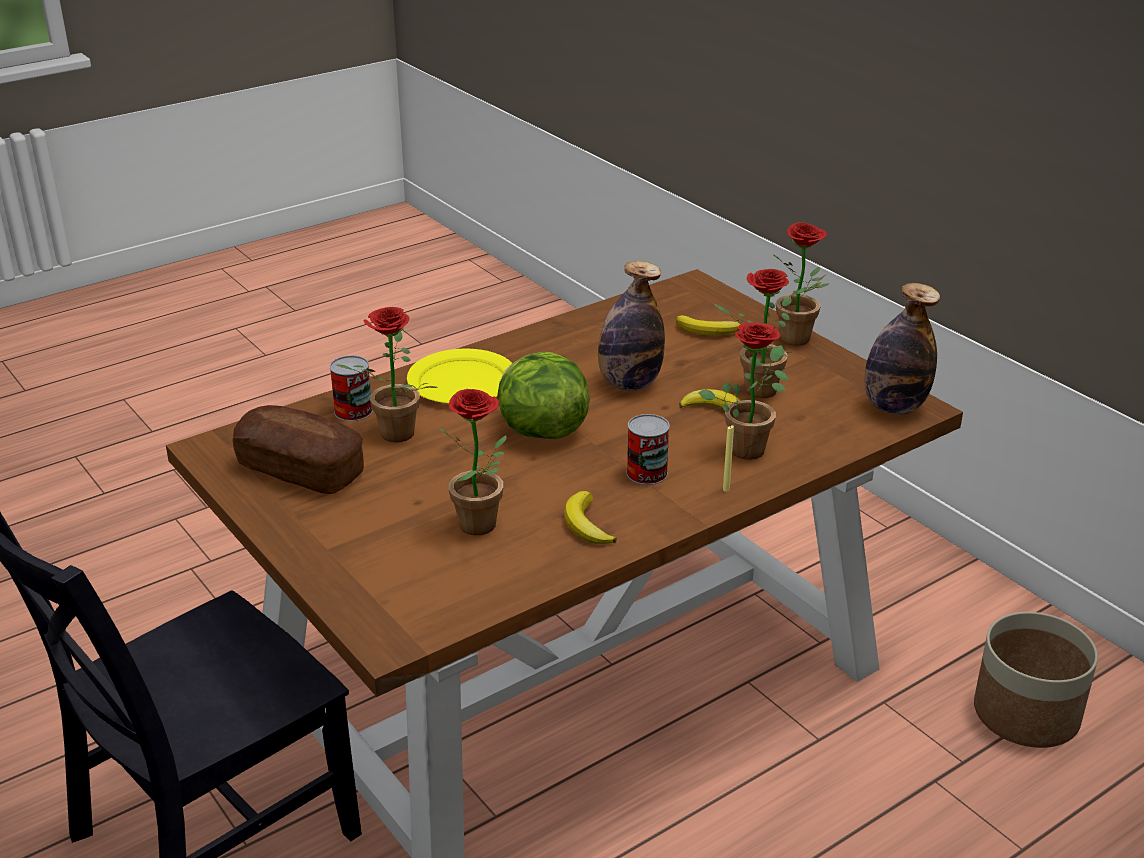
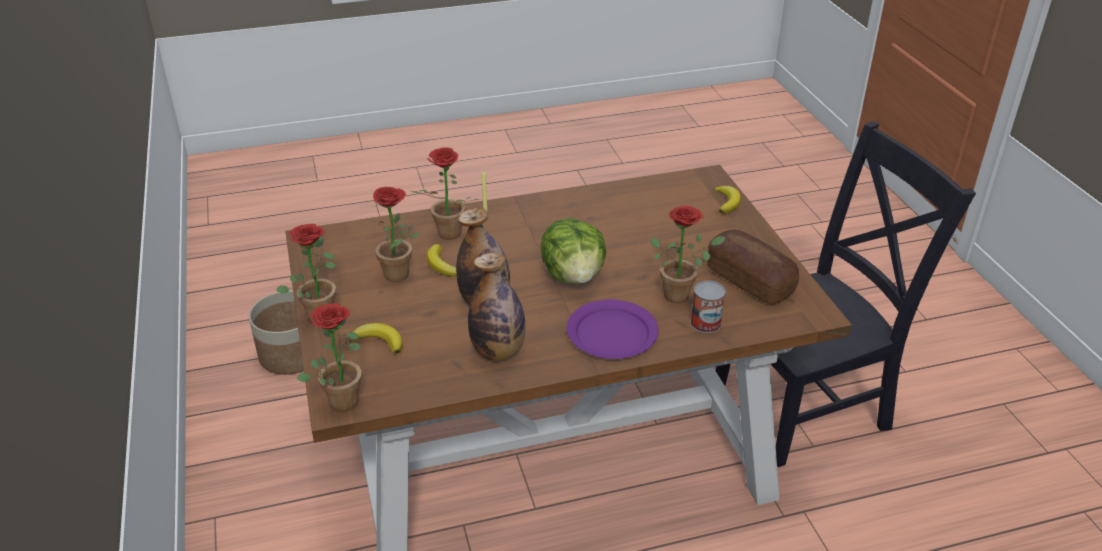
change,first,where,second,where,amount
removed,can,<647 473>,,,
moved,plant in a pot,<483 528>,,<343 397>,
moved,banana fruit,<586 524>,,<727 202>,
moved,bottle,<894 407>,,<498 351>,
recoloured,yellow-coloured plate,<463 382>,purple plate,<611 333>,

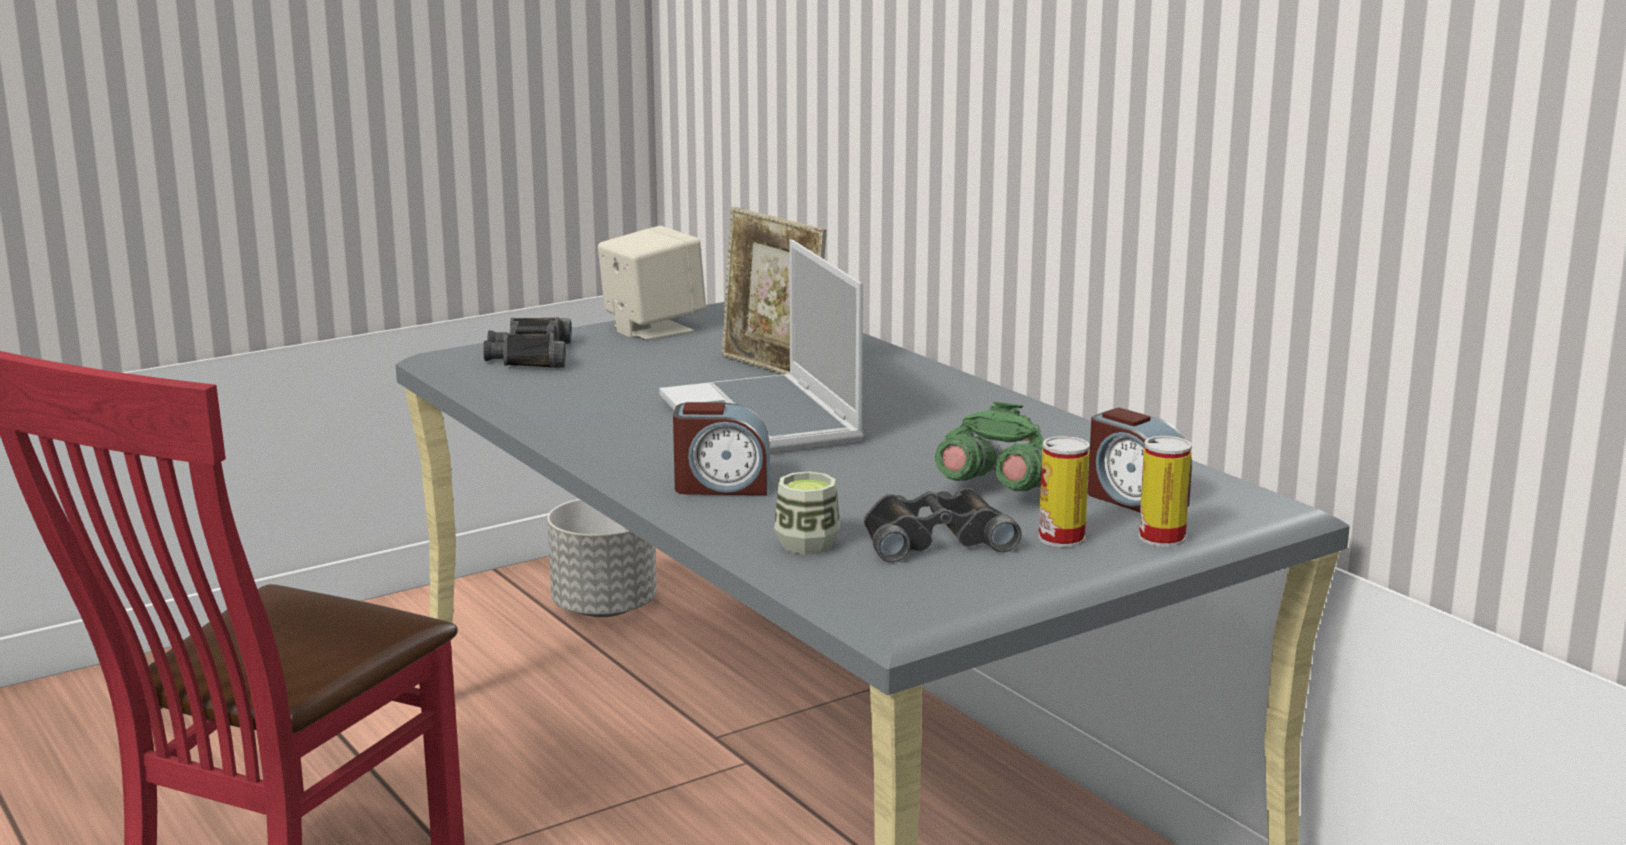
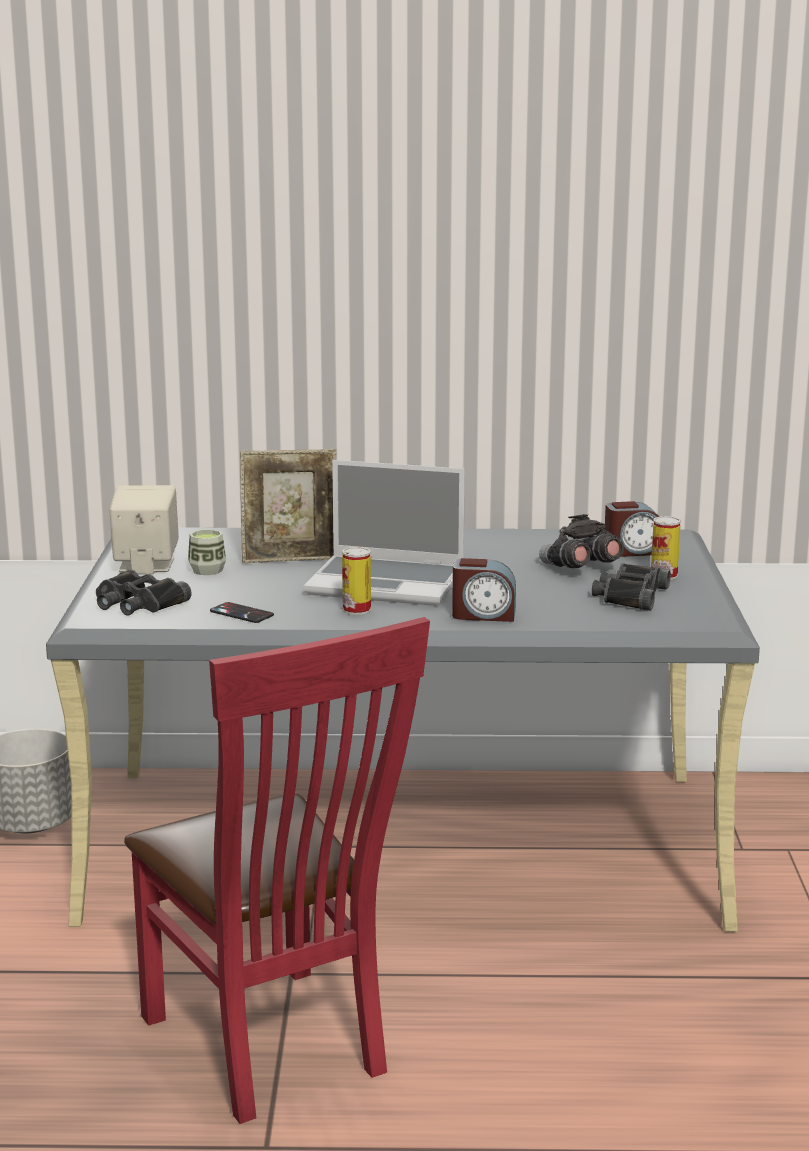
change,first,where,second,where,amount
added,,,handset,<241 613>,
moved,small cup,<807 544>,,<207 570>,
moved,can,<1162 538>,,<356 610>,
recoloured,green-coloured pair of binoculars,<998 489>,grey pair of binoculars,<579 569>,
turned,bedside clock,<722 486>,,<483 615>,60 degrees clockwise

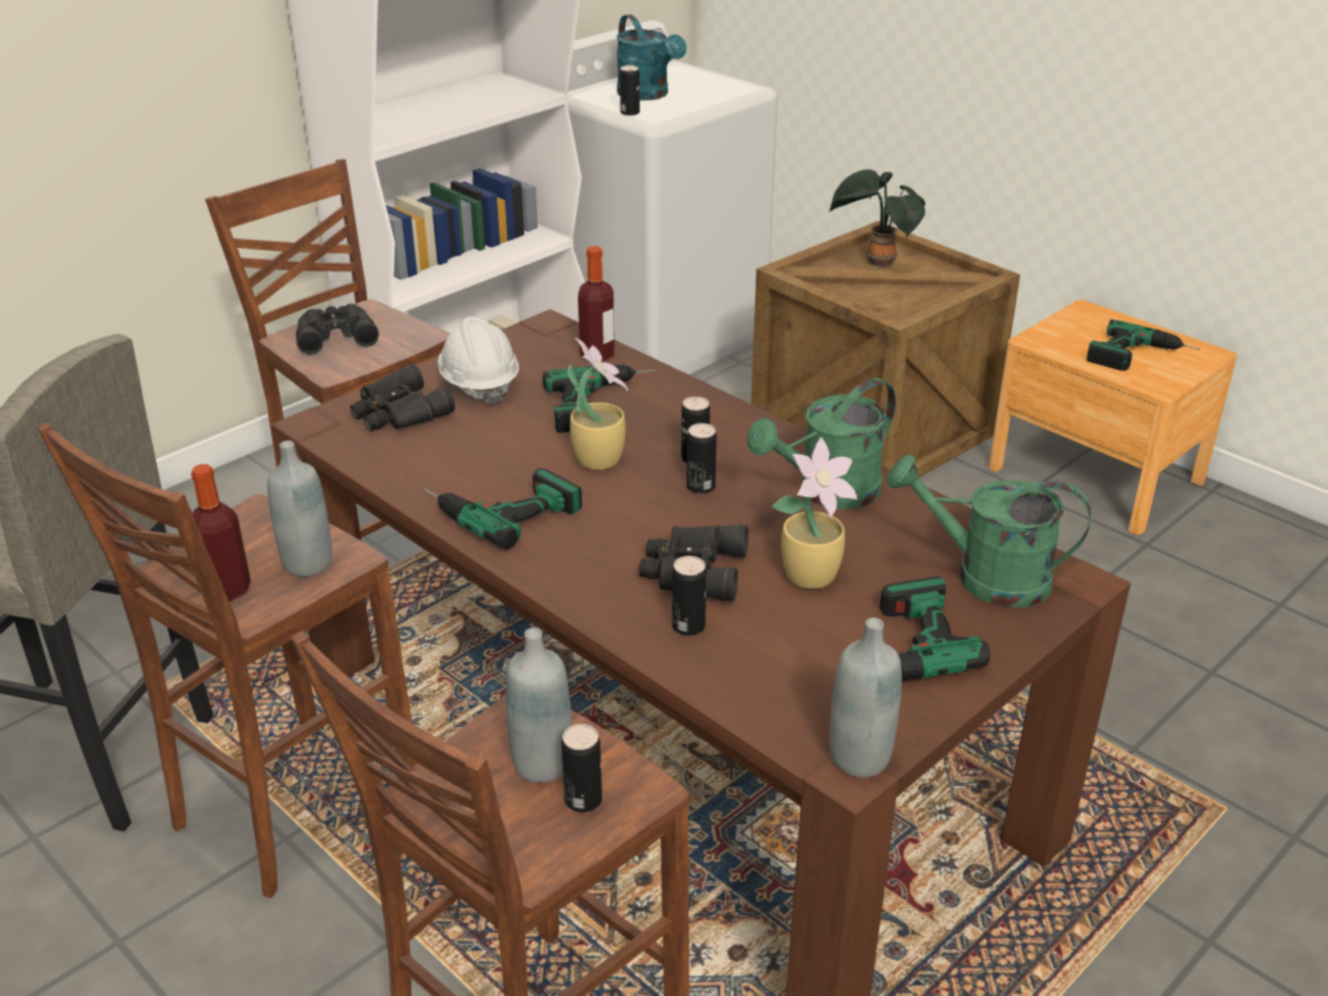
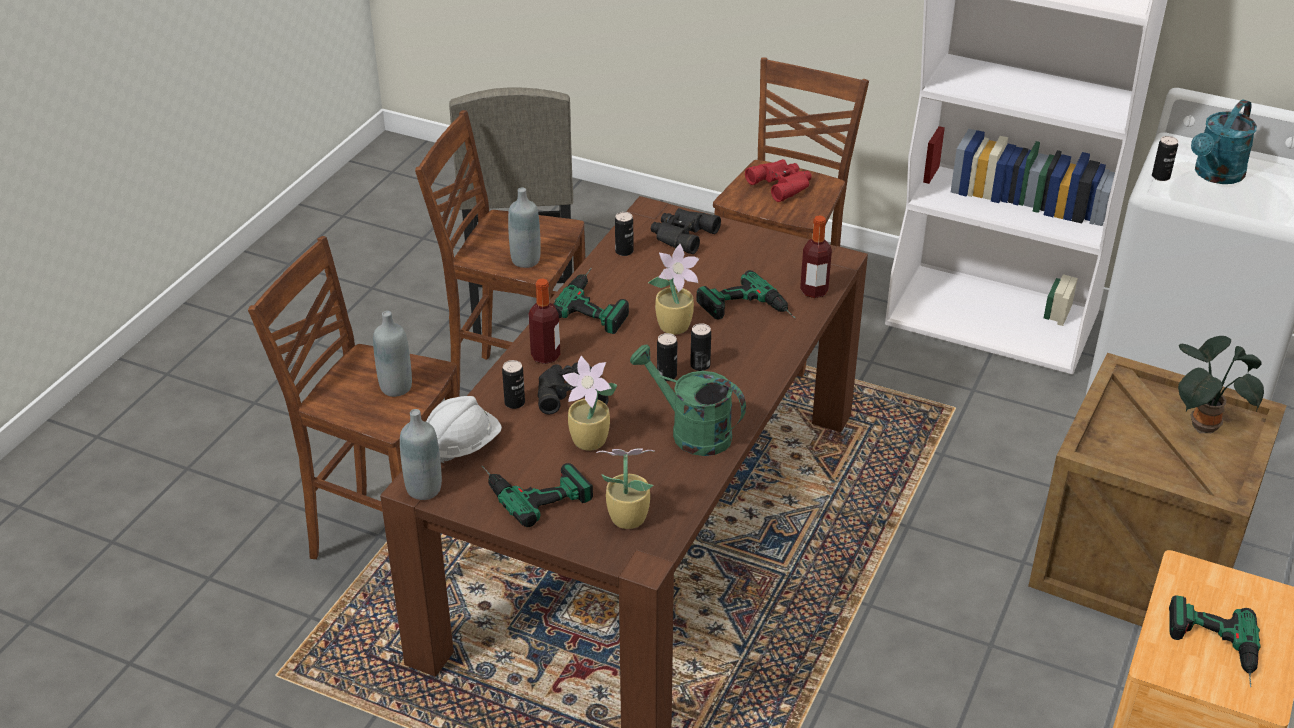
change,first,where,second,where,amount
moved,bottle,<228 590>,,<545 356>,
moved,white hard hat,<479 384>,,<461 446>,
moved,can,<583 800>,,<624 251>,
replaced,green-coloured watering pot,<985 577>,plant in a pot,<626 517>,
recoloured,black-coloured pair of binoculars,<335 335>,red-coloured pair of binoculars,<782 184>,

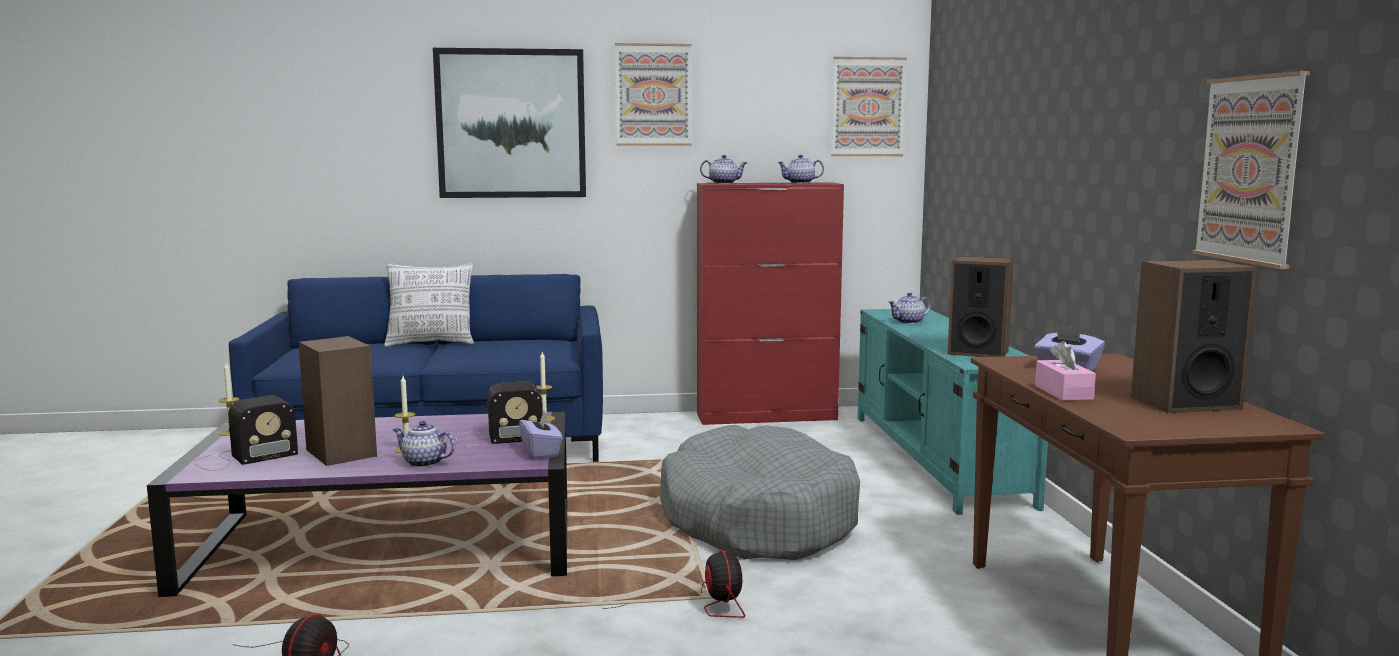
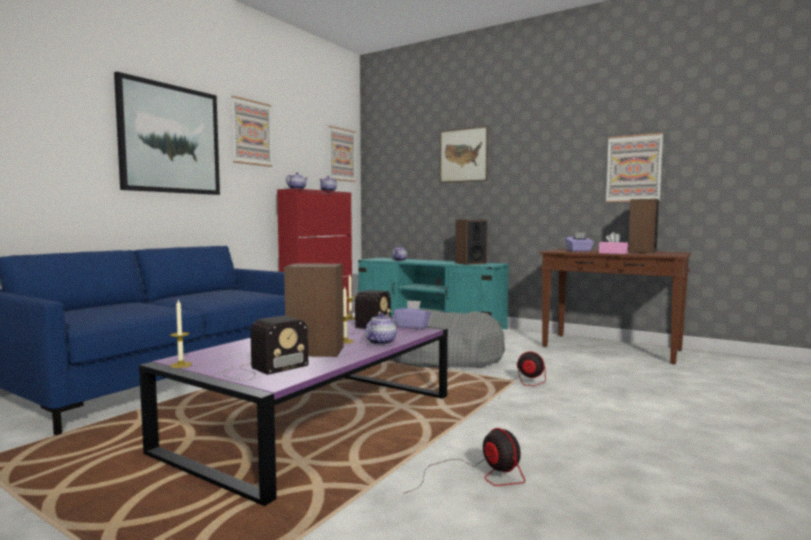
change,first,where,second,where,amount
removed,pillow,<431 343>,,,
added,,,wall picture,<463 155>,
turned,radio,<242 458>,,<262 369>,45 degrees clockwise
turned,tea pot,<423 462>,,<381 342>,150 degrees clockwise

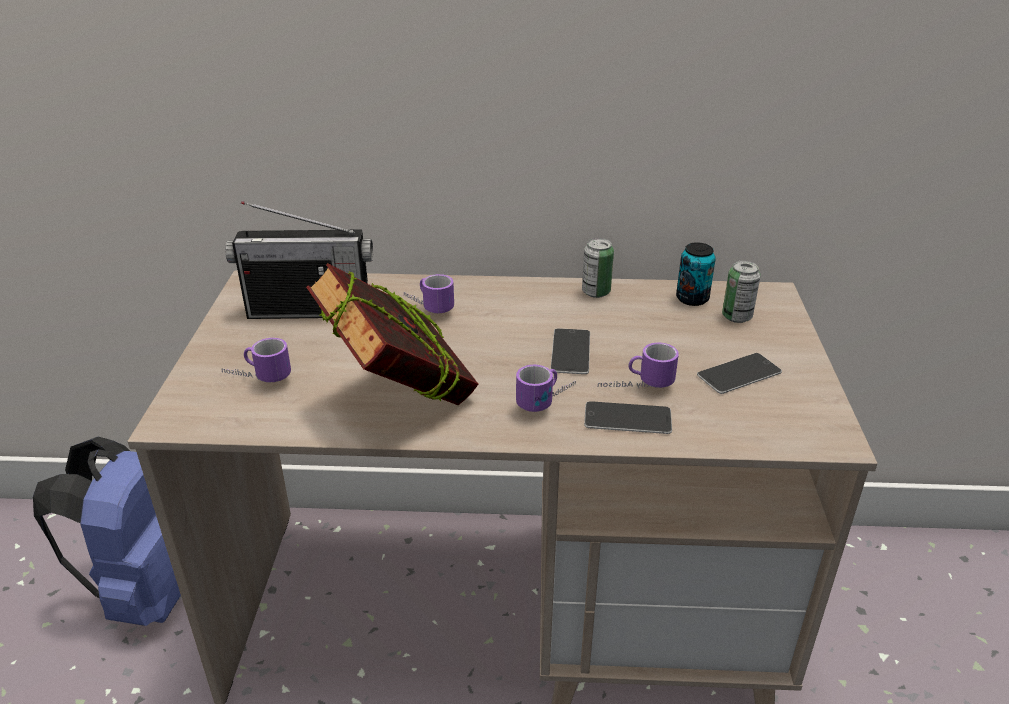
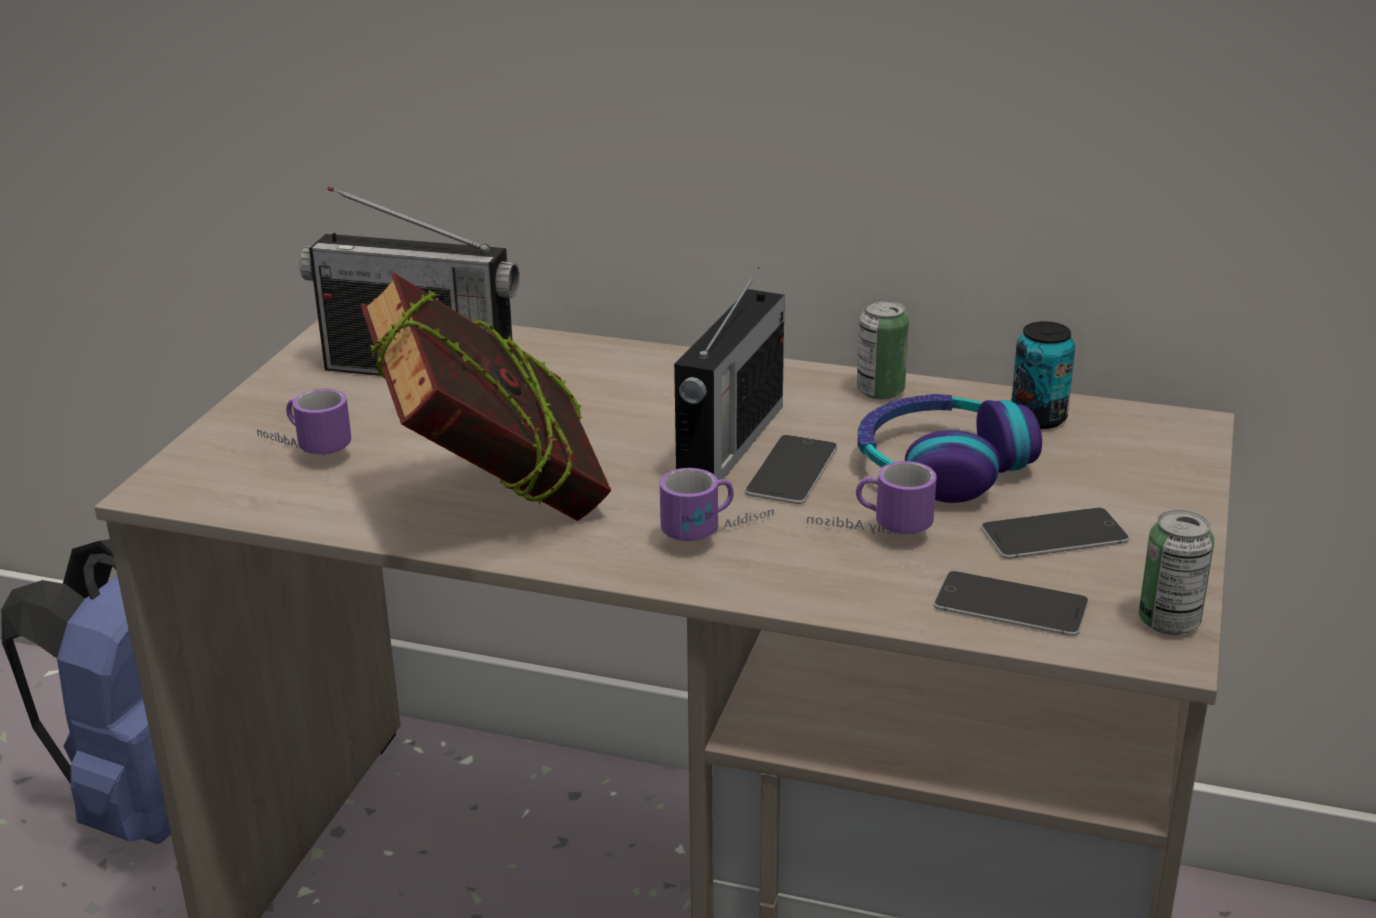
change,first,where,second,where,amount
removed,tea mug,<426 307>,,,
added,,,radio,<729 445>,
added,,,headset,<942 466>,
moved,handset,<627 418>,,<1011 604>,
moved,can,<736 316>,,<1168 621>,

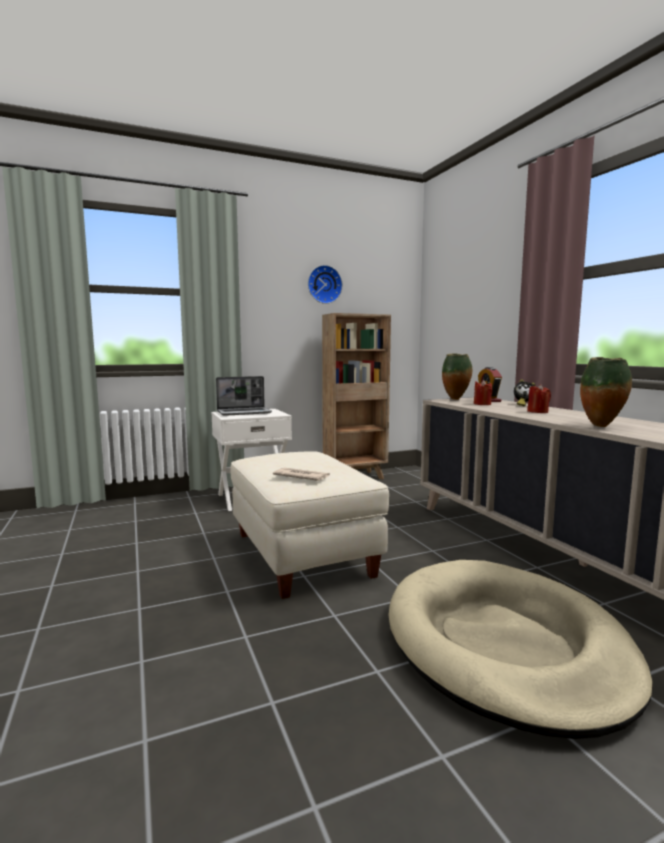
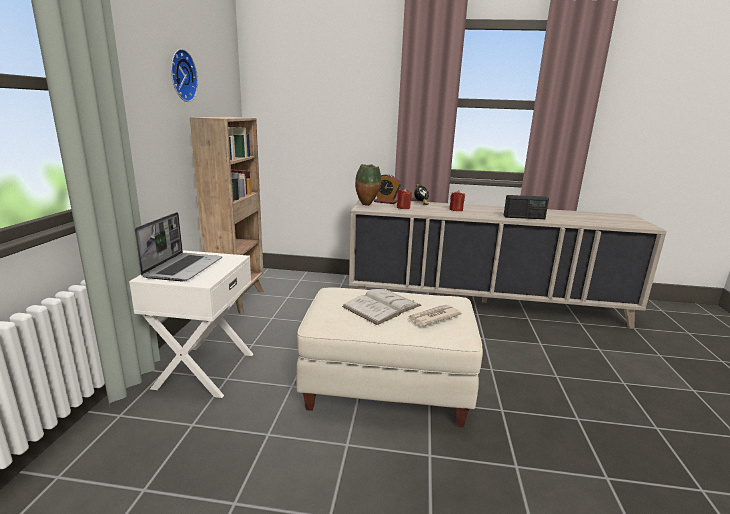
change,first,where,second,where,amount
removed,sand-coloured dog bed,<504 645>,,,
added,,,white book,<382 306>,
replaced,decorative vase,<602 426>,radio,<524 217>,

